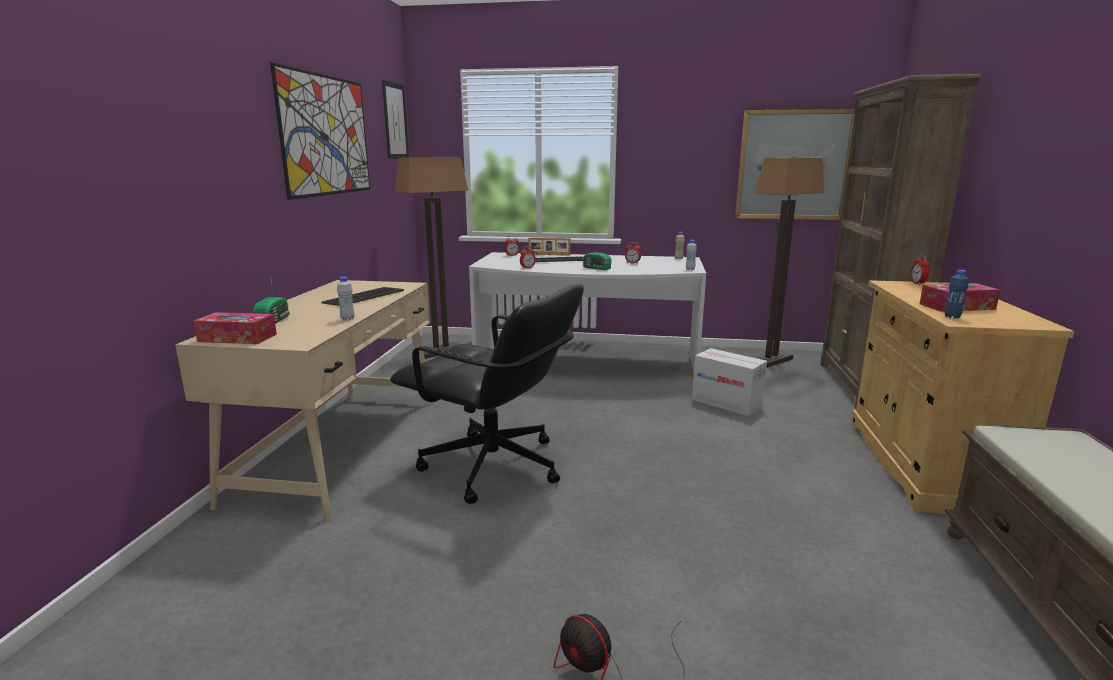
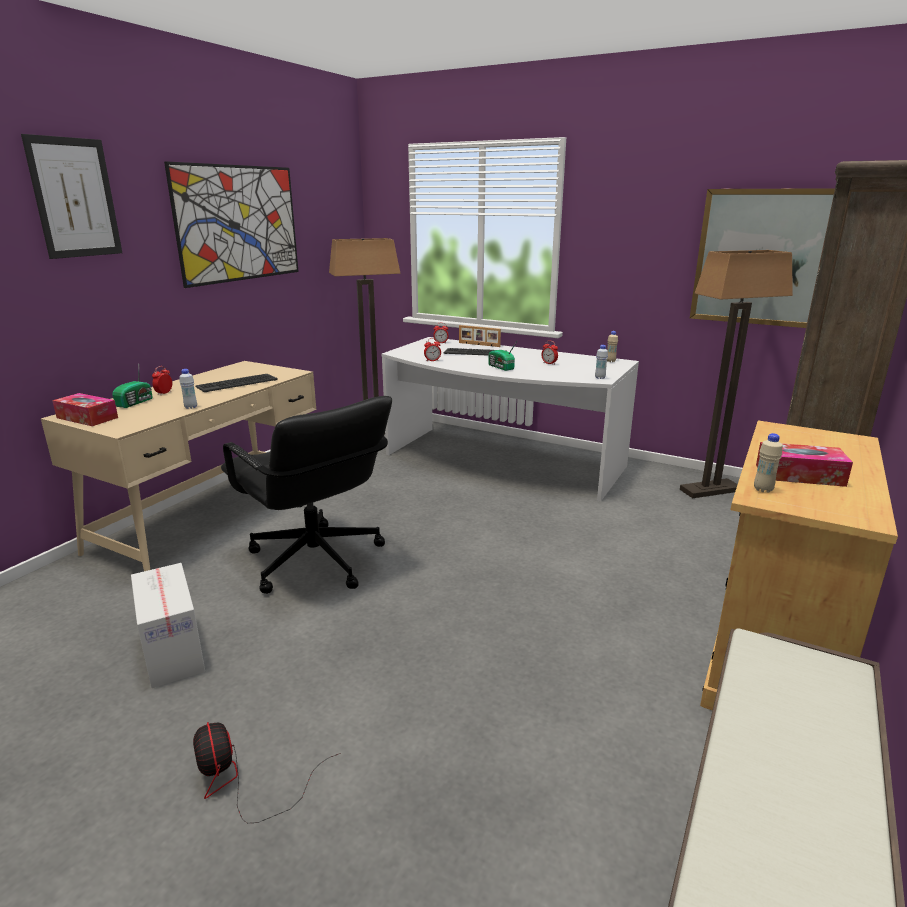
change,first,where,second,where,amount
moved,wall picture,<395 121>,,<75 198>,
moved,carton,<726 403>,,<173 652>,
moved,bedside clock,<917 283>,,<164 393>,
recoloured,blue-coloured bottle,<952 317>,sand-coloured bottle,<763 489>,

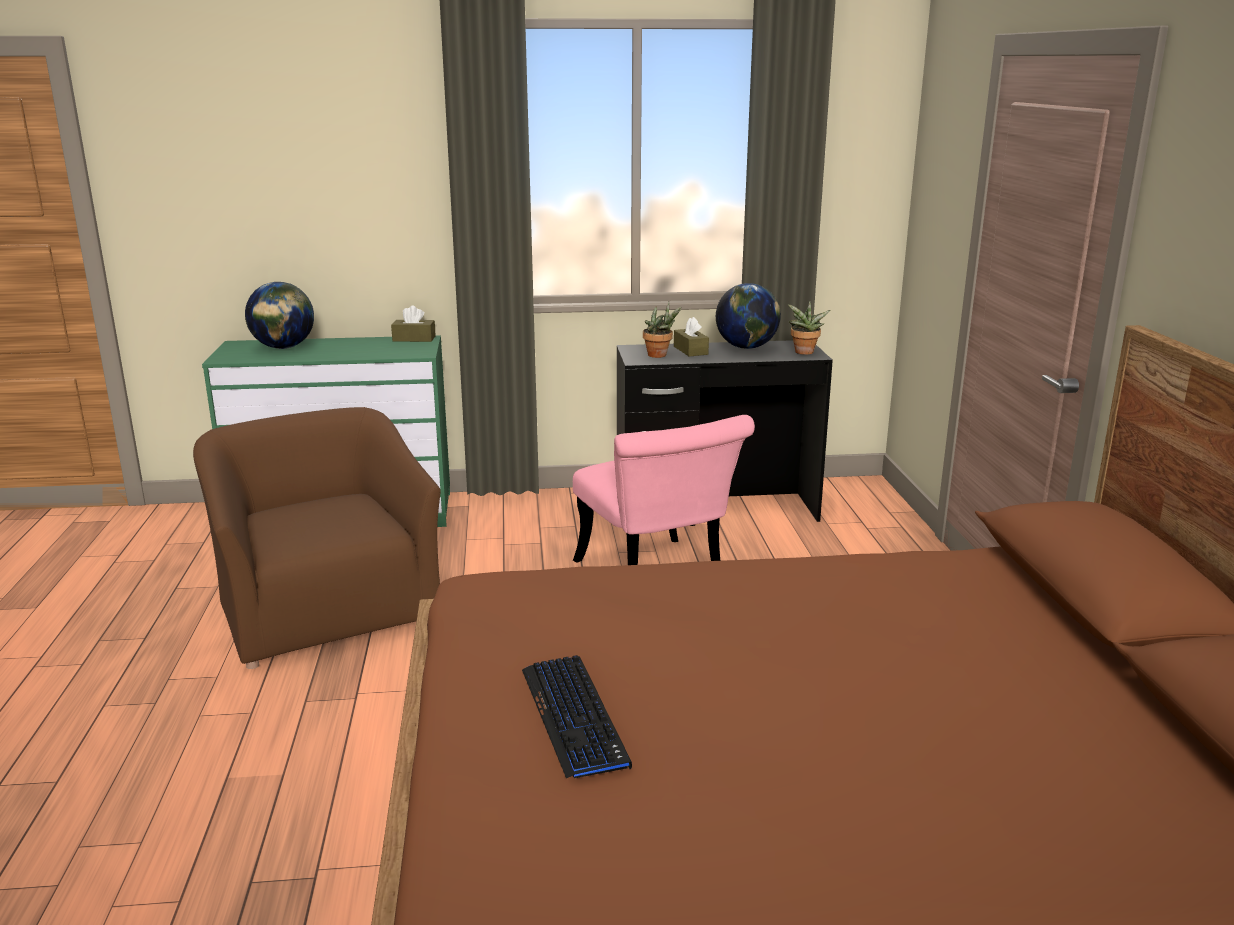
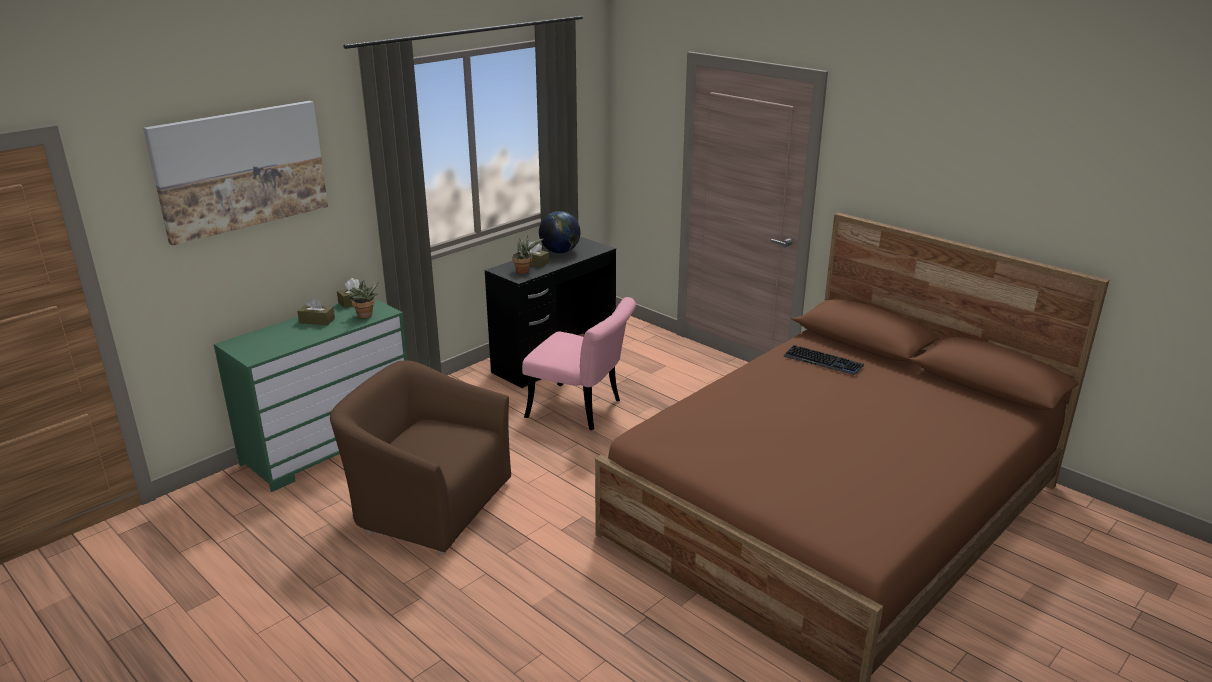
change,first,where,second,where,amount
removed,globe,<283 348>,,,
added,,,wall picture,<241 169>,
added,,,brown-coloured tissue holder,<317 321>,
moved,PC keyboard,<574 717>,,<823 361>,
moved,plant in a pot,<804 353>,,<365 316>,

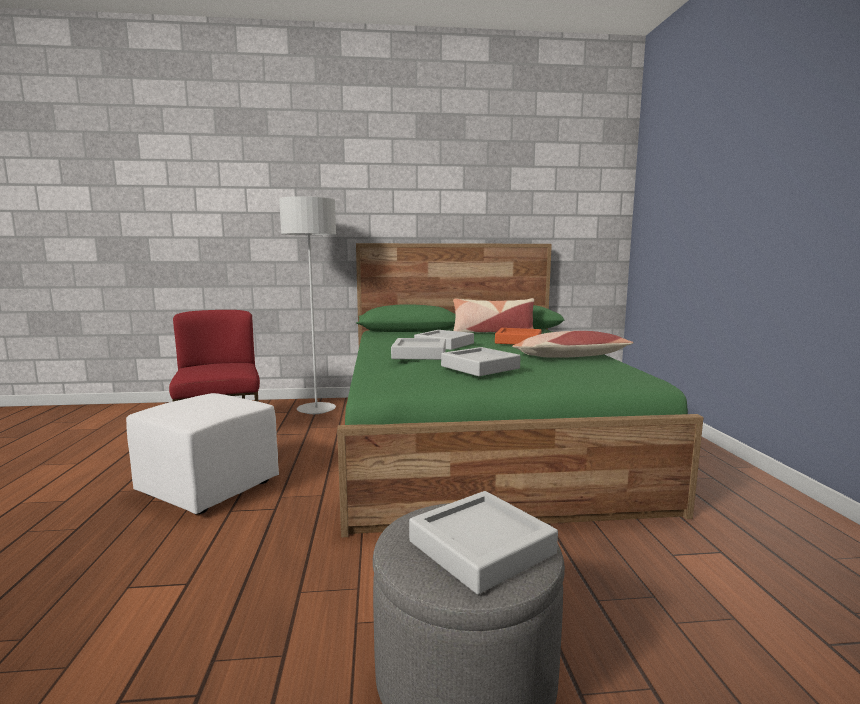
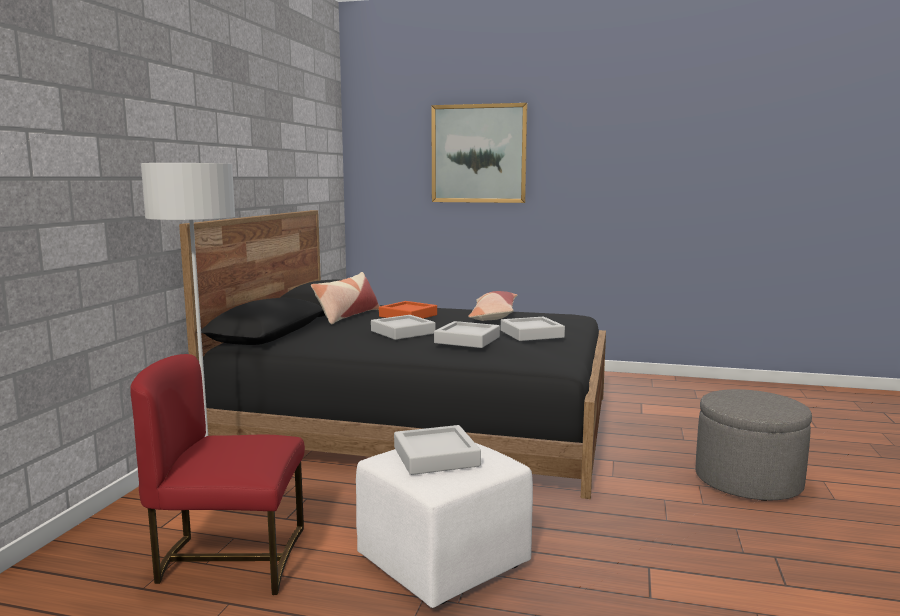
change,first,where,second,where,amount
added,,,wall picture,<478 154>,
moved,grey serving tray,<481 547>,,<436 456>,
recoloured,green-coloured sleeping bed,<477 440>,black-coloured sleeping bed,<421 423>,

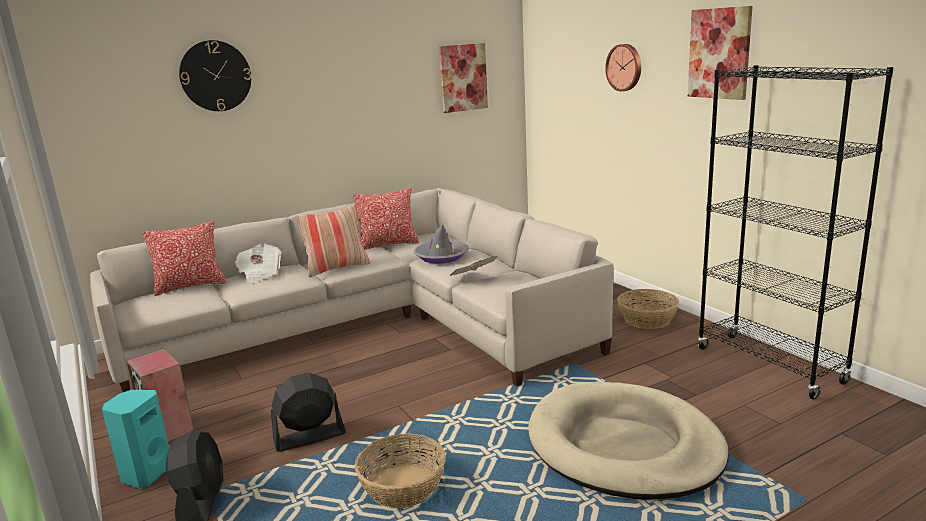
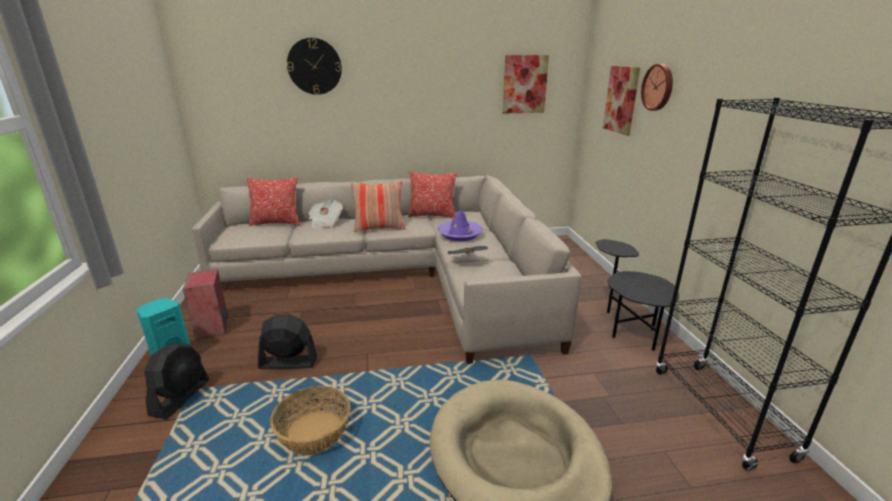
change,first,where,second,where,amount
moved,wall picture,<719 53>,,<621 99>,
replaced,household basket,<647 319>,black-coloured side table,<626 328>,
recoloured,grey hat,<441 257>,purple hat,<459 234>,

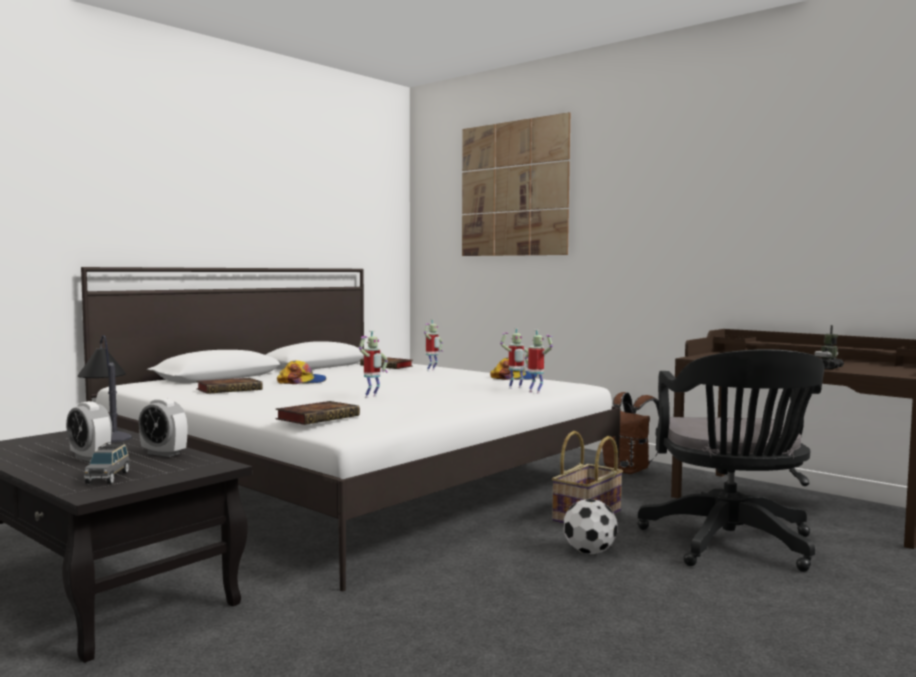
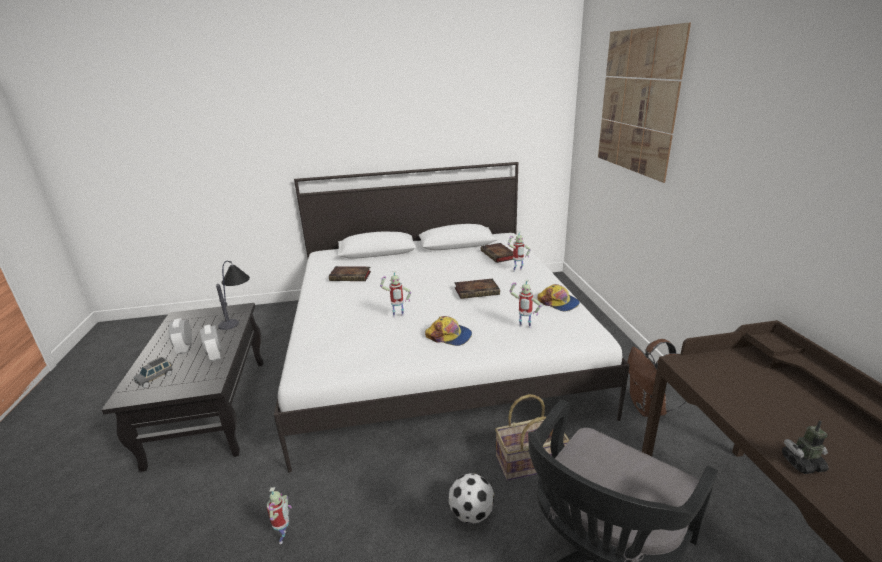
change,first,where,second,where,amount
moved,book,<319 417>,,<477 291>,
moved,peaked cap,<302 381>,,<449 336>,
moved,toy robot,<536 392>,,<284 537>,

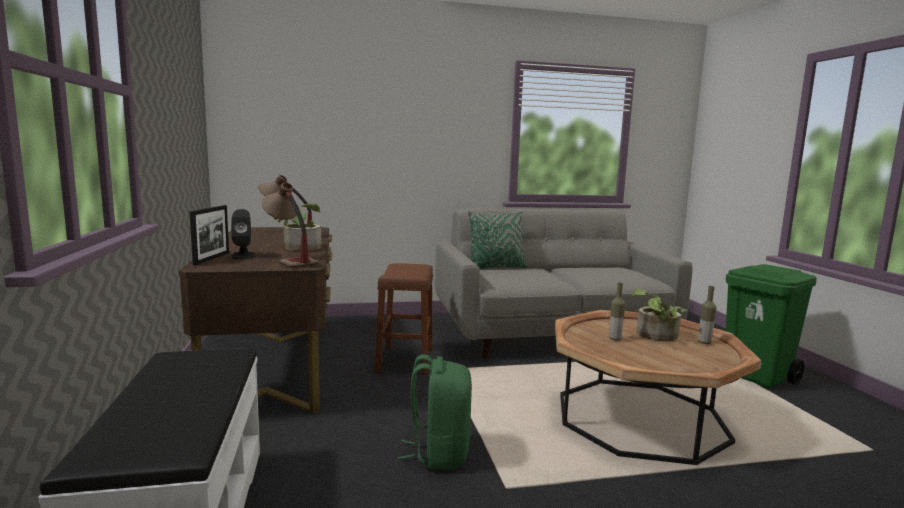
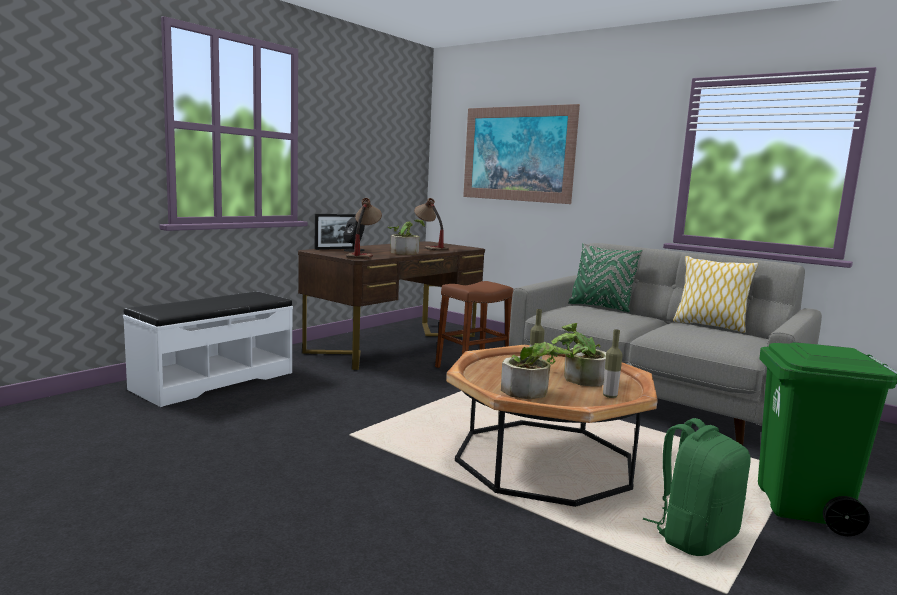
change,first,where,second,where,amount
added,,,wall picture,<517 154>,
added,,,plant in a pot,<531 391>,
added,,,pillow,<709 326>,
moved,green-coloured backpack,<439 453>,,<694 537>,

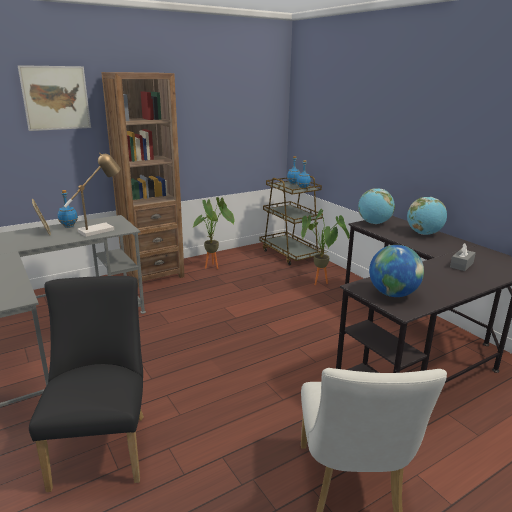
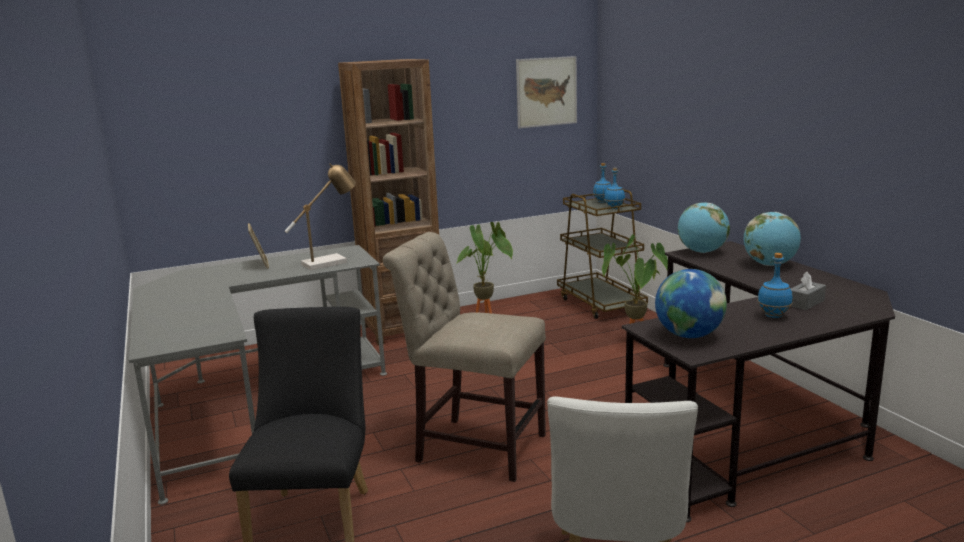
change,first,where,second,where,amount
added,,,sand-coloured upright chair,<474 446>,
moved,wall picture,<56 98>,,<546 92>,
moved,blue-coloured bottle,<69 226>,,<773 316>,

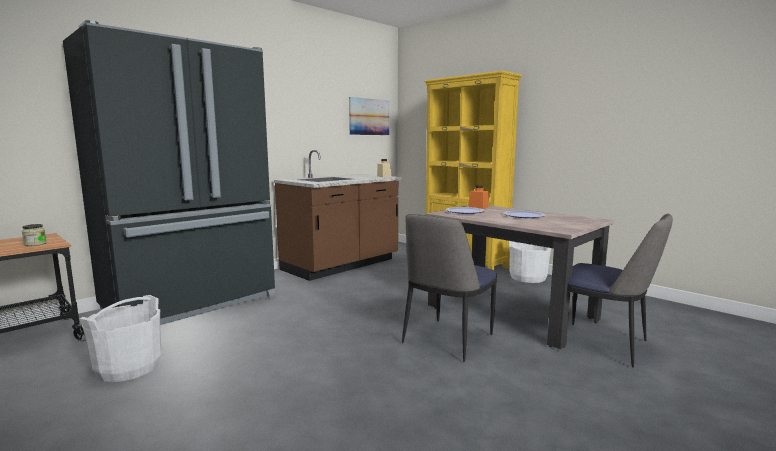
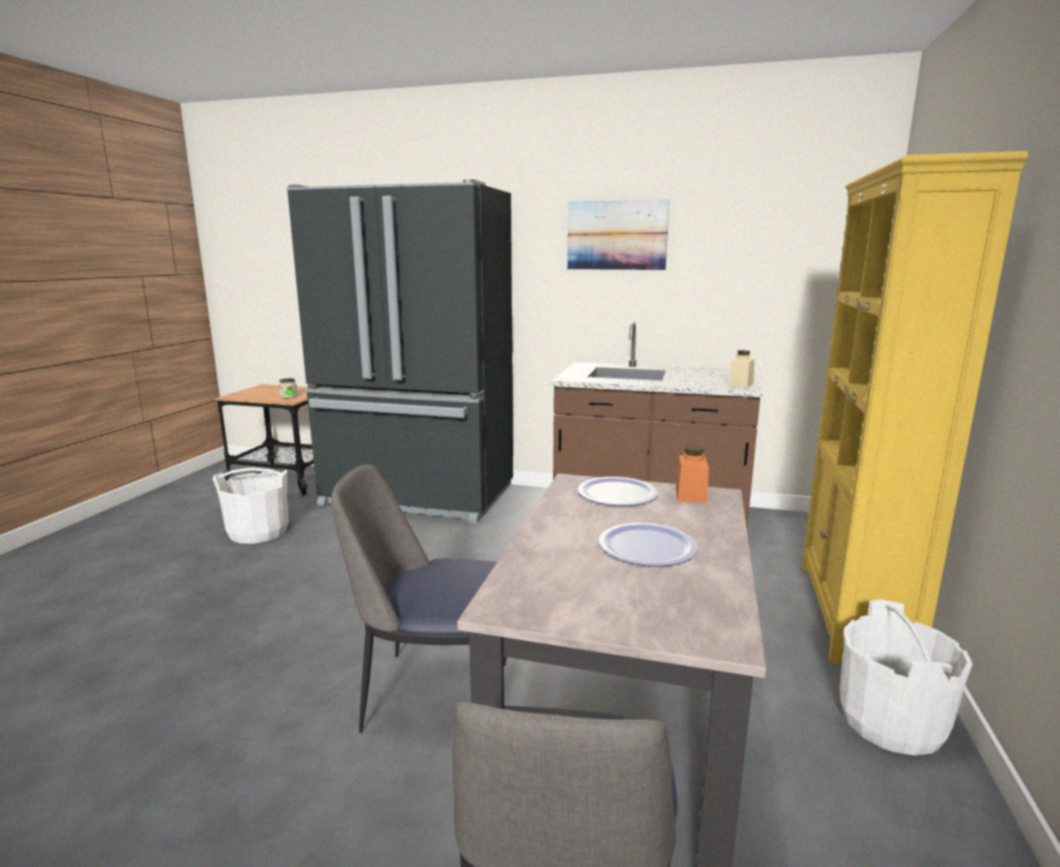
change,first,where,second,where,amount
moved,wall picture,<369 117>,,<617 235>,

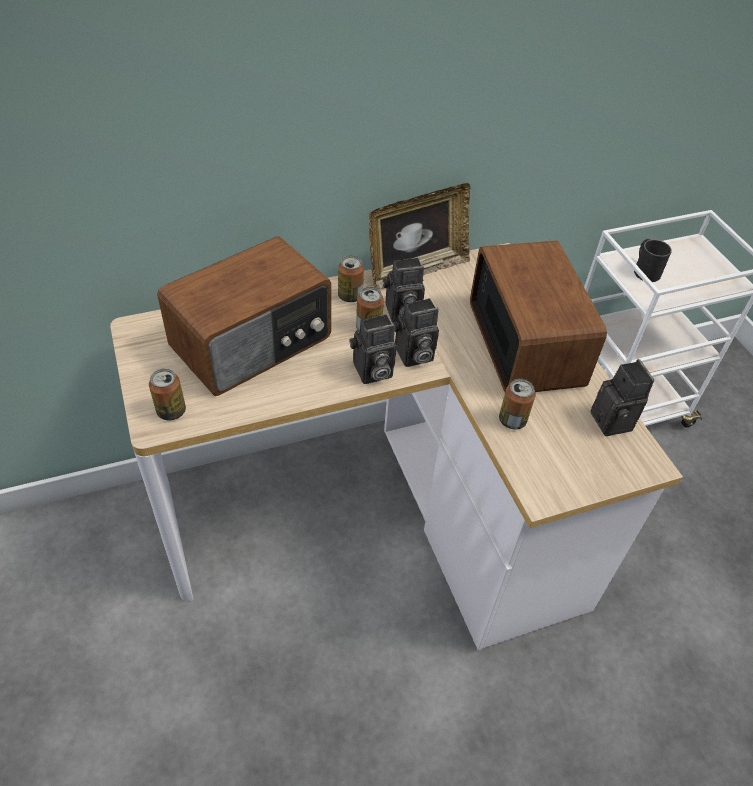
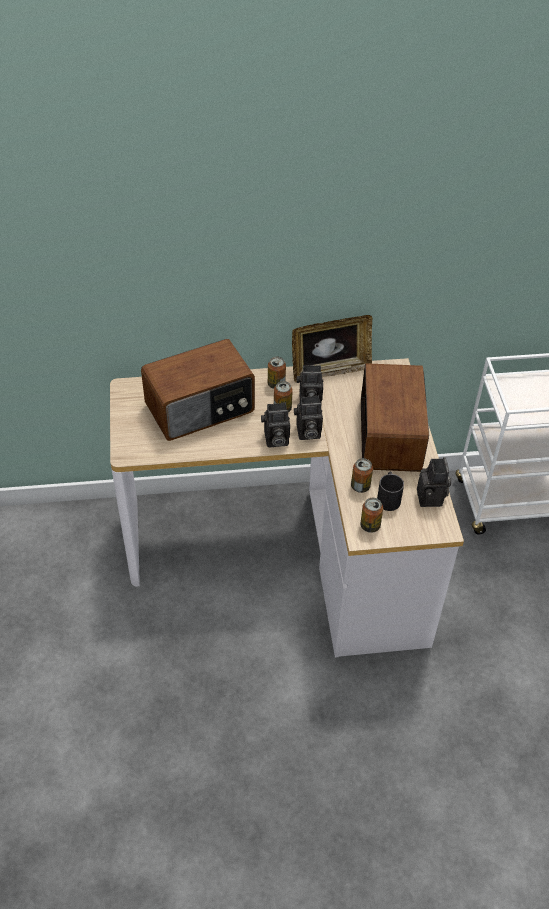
change,first,where,second,where,amount
moved,can,<171 411>,,<370 526>,
moved,black-coloured tea mug,<644 269>,,<388 497>,

